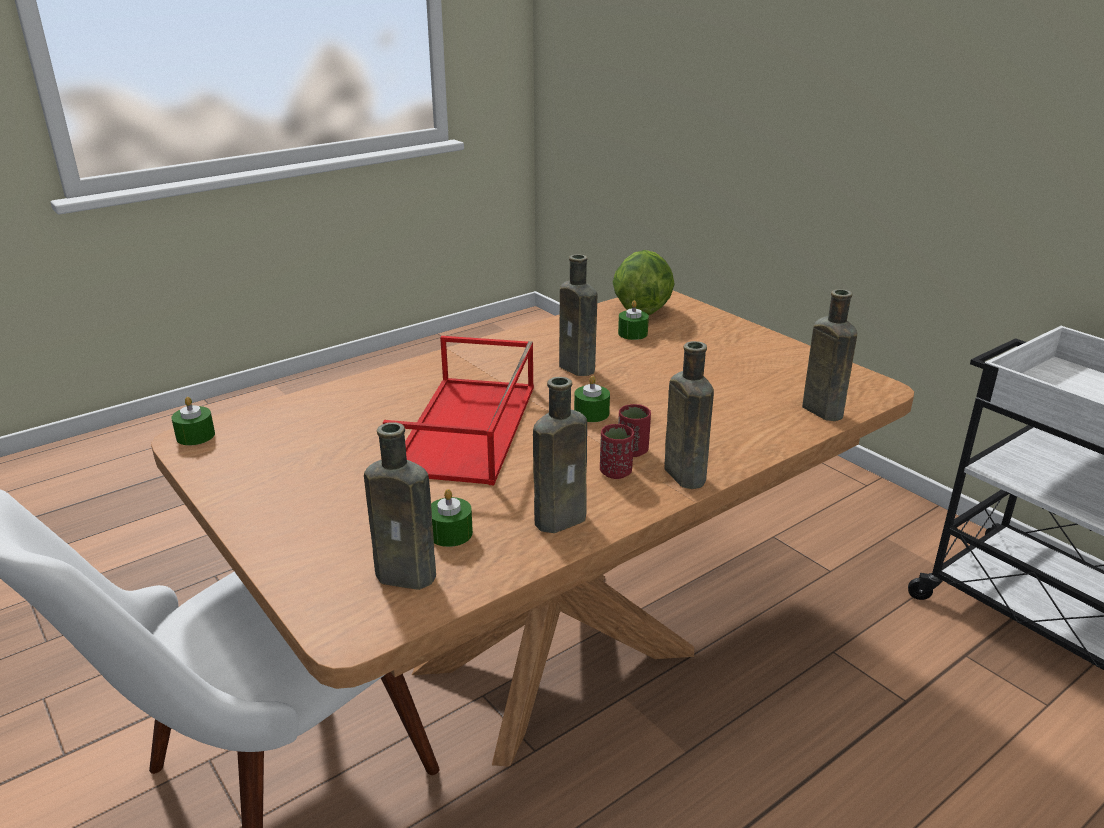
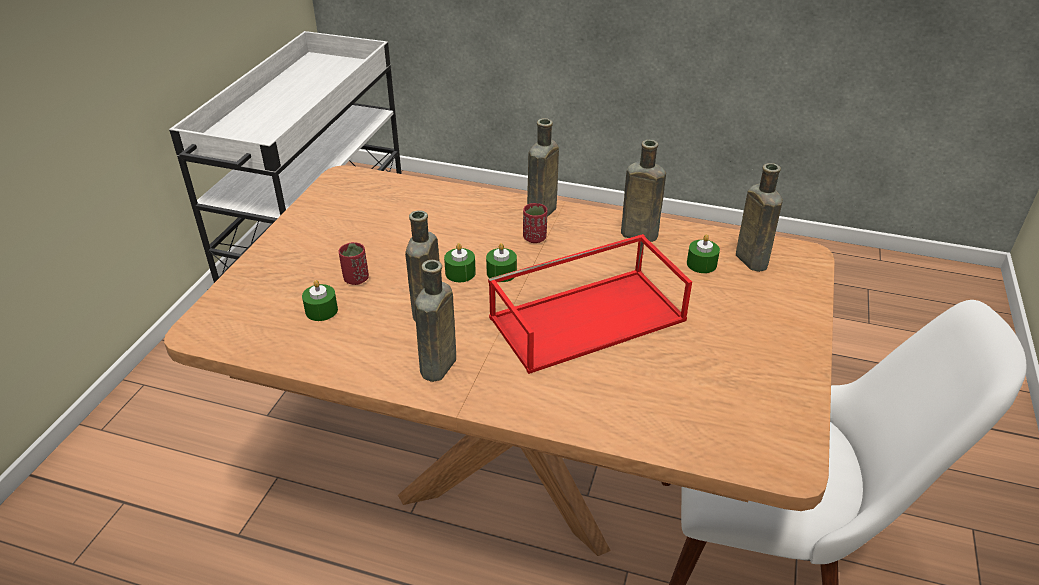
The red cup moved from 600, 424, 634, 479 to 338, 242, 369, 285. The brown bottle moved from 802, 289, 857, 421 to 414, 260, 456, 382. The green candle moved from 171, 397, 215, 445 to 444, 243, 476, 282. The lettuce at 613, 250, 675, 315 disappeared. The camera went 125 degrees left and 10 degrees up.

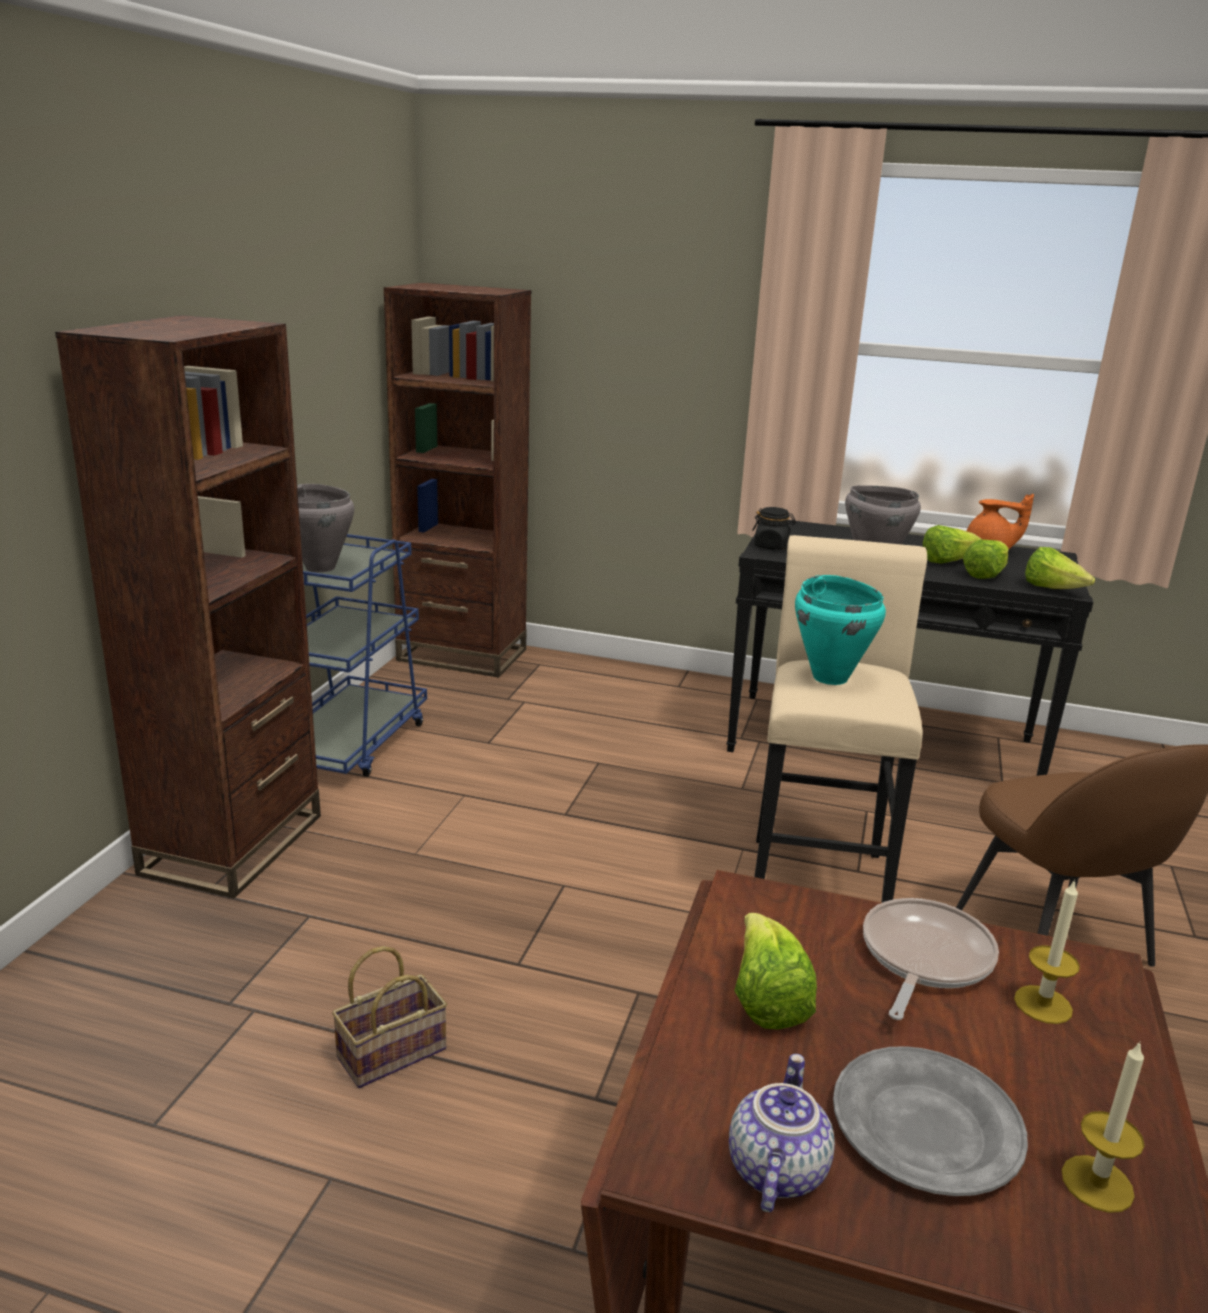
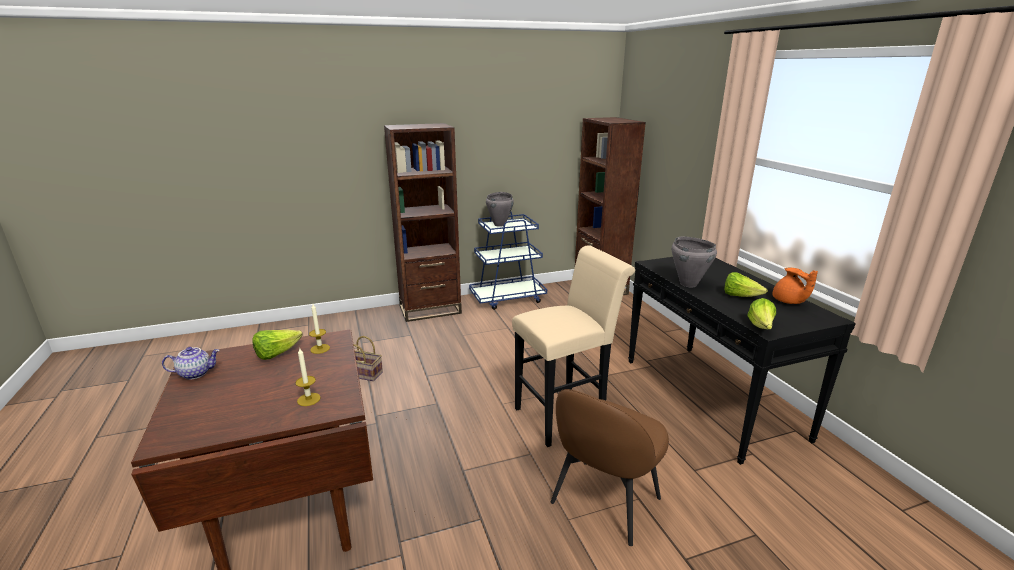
The candle moved from 1062, 1041, 1145, 1213 to 309, 304, 330, 354. The black jar at 752, 507, 796, 550 disappeared. The turquoise cooking pot at 795, 575, 886, 685 disappeared. The grey plate at 833, 1046, 1028, 1196 disappeared. The frying pan at 863, 898, 999, 1020 disappeared. The lettuce at 963, 540, 1009, 579 disappeared. The camera went 55 degrees right and 0 degrees up.

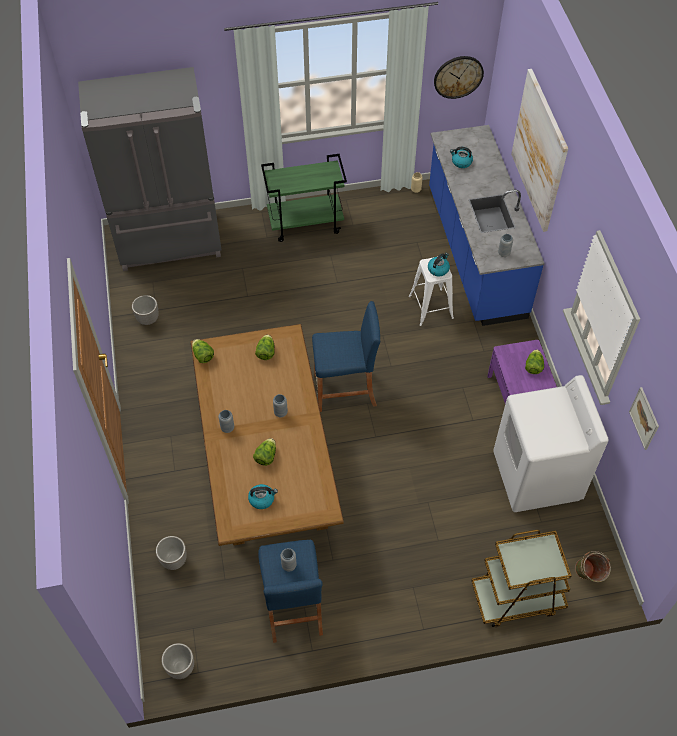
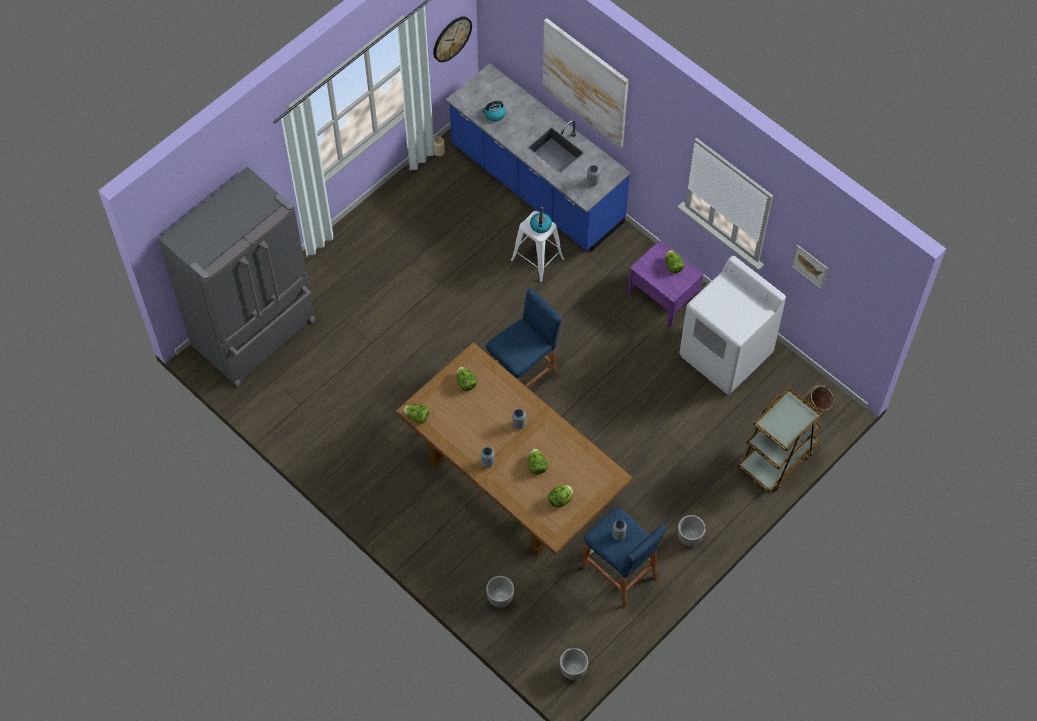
The kettle at 248, 484, 278, 509 was replaced by the lettuce at 548, 485, 573, 507. The planter moved from 132, 295, 158, 325 to 678, 515, 706, 547. The green cart at 261, 154, 347, 242 disappeared. The camera went 35 degrees left and 5 degrees up.

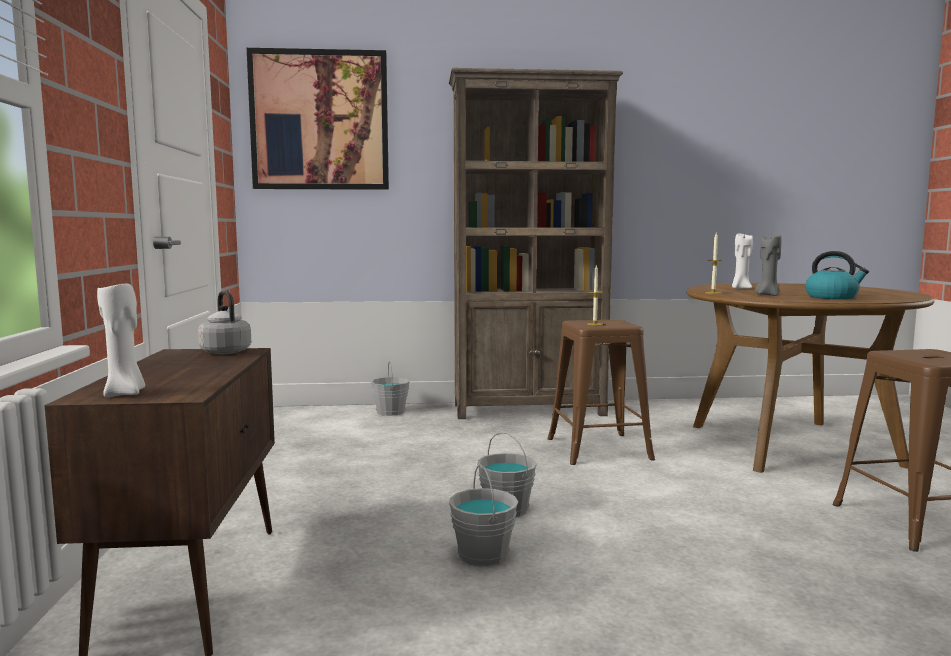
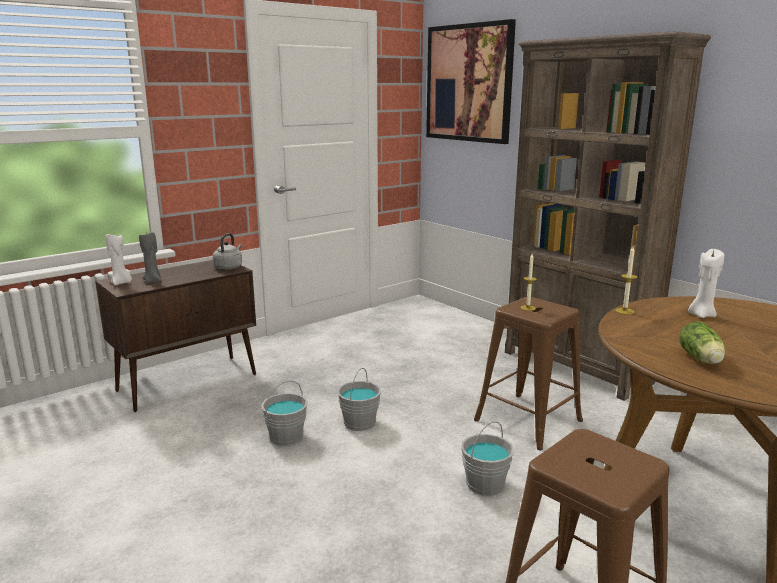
The grey candle moved from 755, 234, 782, 296 to 139, 230, 162, 284. The grey bucket moved from 371, 361, 410, 416 to 461, 421, 514, 496. The kettle at 805, 251, 869, 299 was replaced by the lettuce at 679, 321, 725, 364. The camera went 55 degrees right and 10 degrees up.

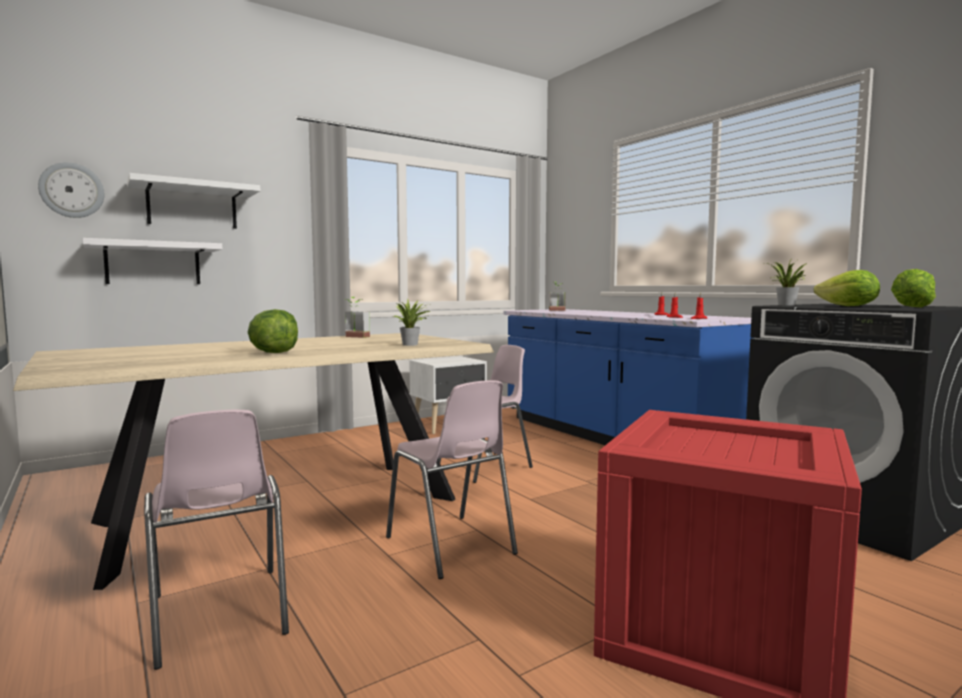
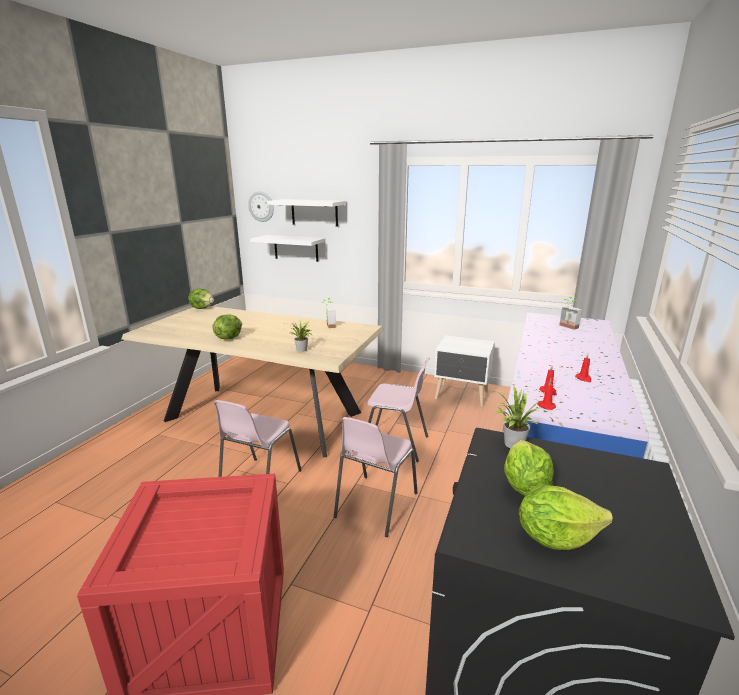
The lettuce at 188, 288, 214, 309 appeared. The pink chair moved from 144, 410, 289, 670 to 334, 417, 418, 537. The camera went 55 degrees right and 15 degrees up.

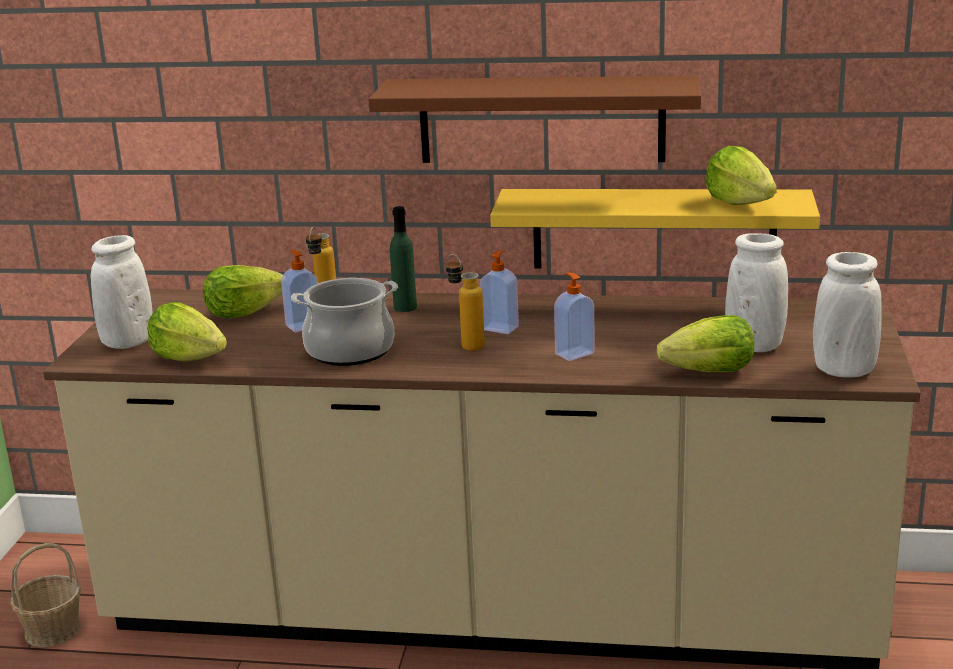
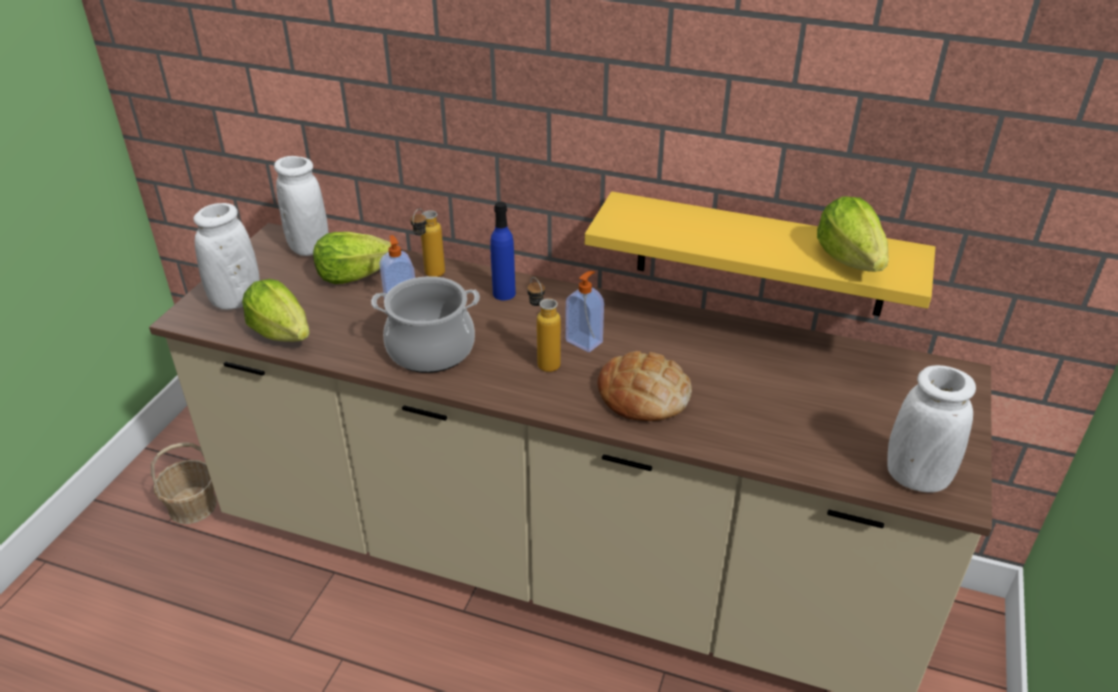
The white vase moved from 725, 233, 788, 352 to 274, 156, 328, 256. The green bottle at 390, 206, 417, 312 became the blue bottle at 490, 202, 516, 300. The soap dispenser at 554, 272, 595, 361 was replaced by the bread at 598, 351, 692, 421. The brown shelf at 368, 76, 701, 163 disappeared. The lettuce at 657, 315, 755, 372 disappeared. The camera went 10 degrees right and 15 degrees up.

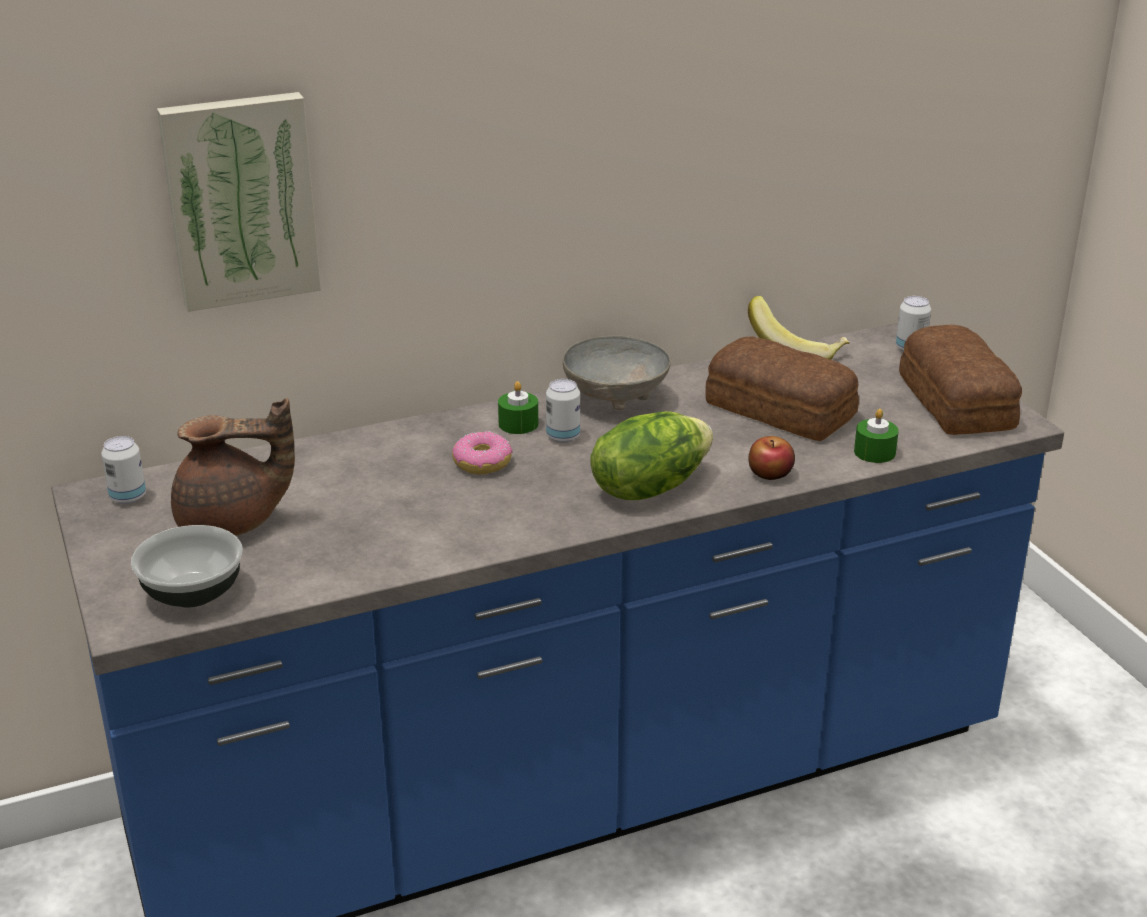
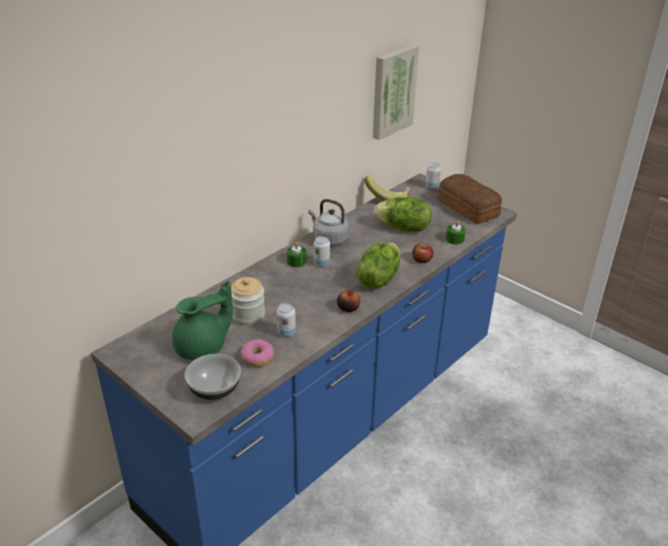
The brown teapot at 171, 398, 295, 536 became the green teapot at 172, 281, 233, 360. The jar at 231, 277, 265, 325 appeared. The donut moved from 452, 431, 513, 474 to 241, 339, 274, 367. The can moved from 101, 436, 146, 504 to 276, 303, 296, 337. The grey bowl at 563, 336, 671, 410 was replaced by the grey kettle at 308, 199, 349, 246. The apple at 337, 290, 360, 312 appeared. The picture moved from 157, 92, 321, 312 to 373, 44, 419, 140. The bread at 705, 336, 859, 441 was replaced by the lettuce at 374, 197, 431, 231. The camera went 25 degrees left and 5 degrees up.

